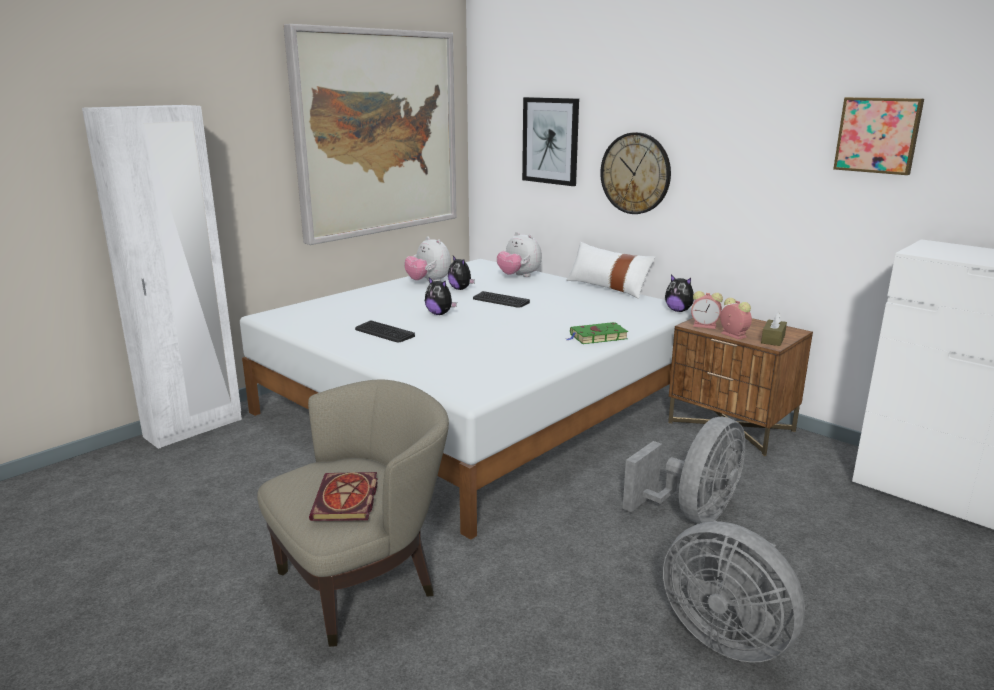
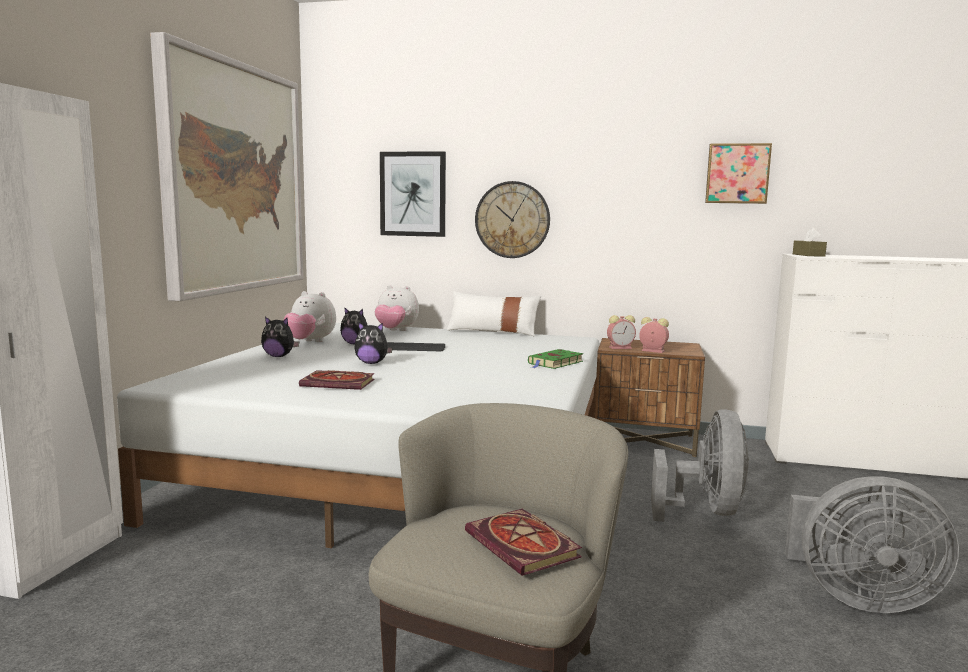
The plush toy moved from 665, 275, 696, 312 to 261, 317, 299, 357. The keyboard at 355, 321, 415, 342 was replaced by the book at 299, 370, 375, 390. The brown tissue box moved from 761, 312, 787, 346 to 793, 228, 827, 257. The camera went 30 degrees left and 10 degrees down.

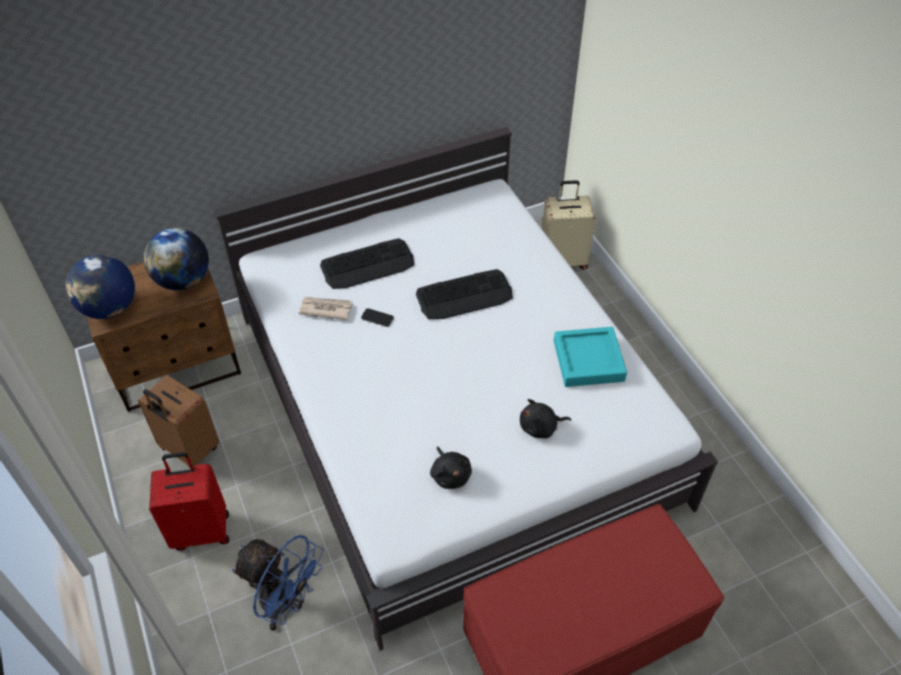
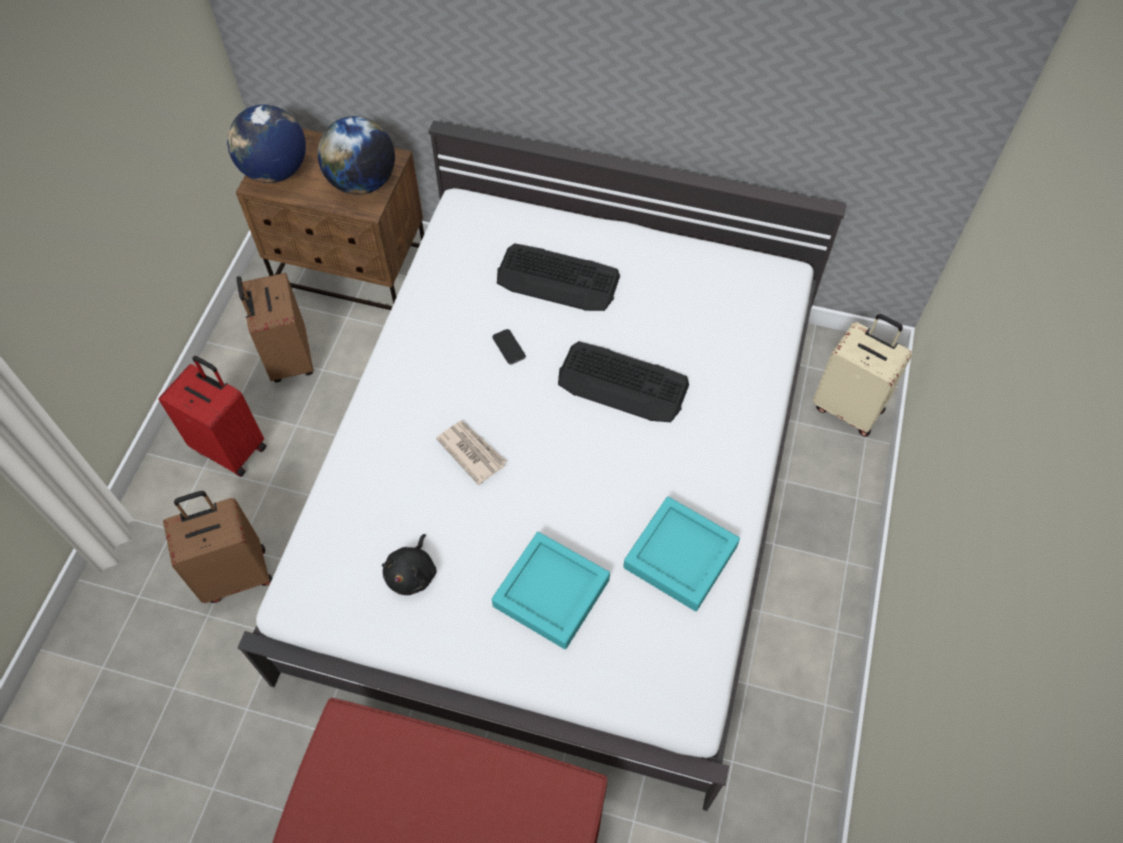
The blue fan at 232, 535, 324, 631 was replaced by the brown suitcase at 163, 491, 272, 603. The newspaper moved from 299, 297, 353, 320 to 436, 421, 507, 485. The black plush toy at 520, 399, 571, 438 was replaced by the turquoise tray at 492, 532, 610, 649. The camera went 40 degrees right and 10 degrees up.

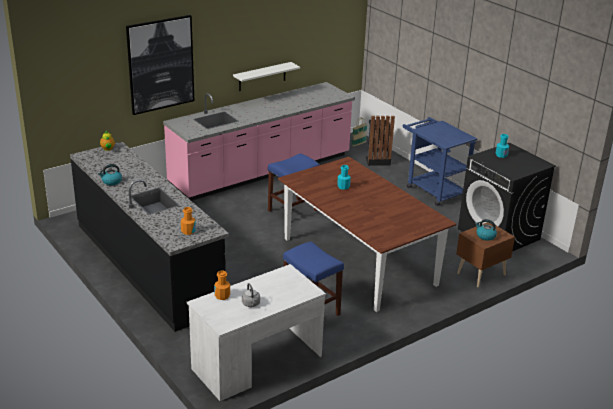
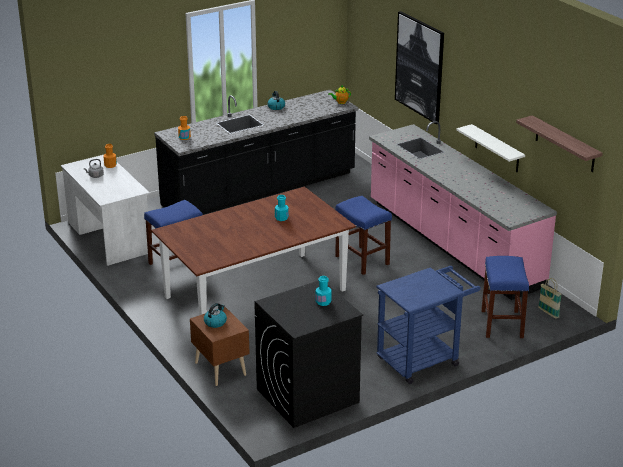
The black trash can at 366, 116, 395, 166 was replaced by the blue stool at 481, 256, 529, 338. The shelf at 516, 115, 602, 172 appeared. The camera went 95 degrees right and 0 degrees up.

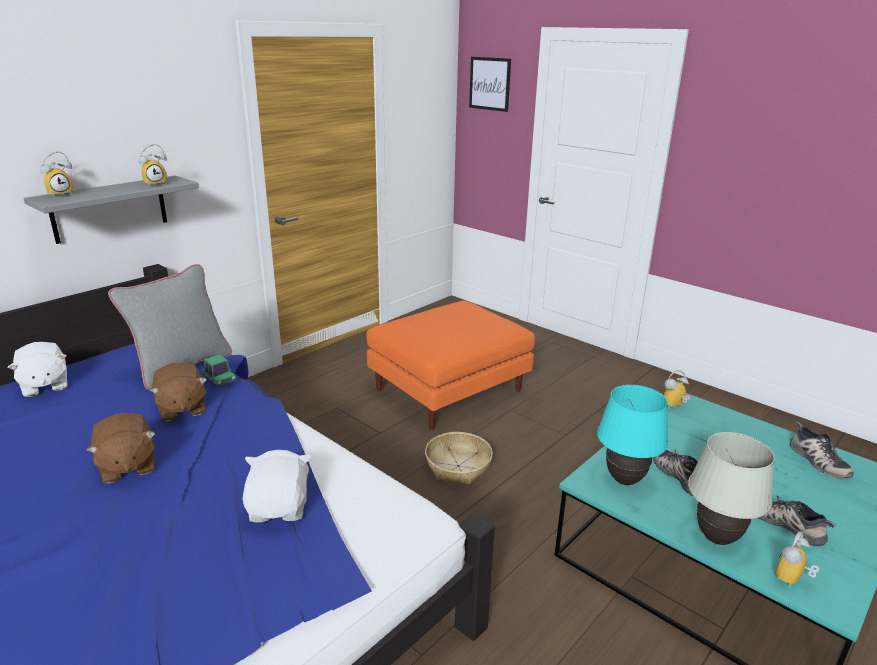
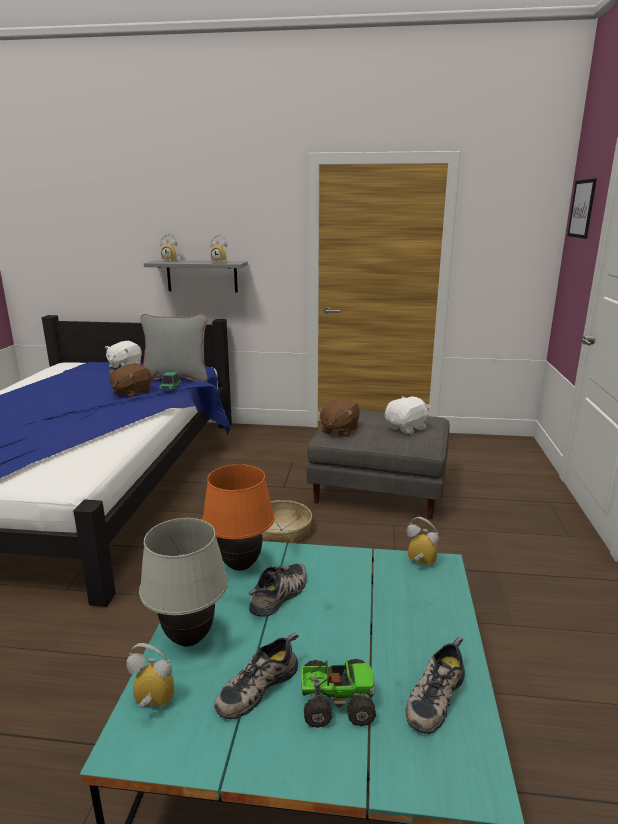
The turquoise table lamp at 597, 385, 668, 485 became the orange table lamp at 202, 464, 274, 571. The shoe at 758, 496, 836, 546 turned 150 degrees counterclockwise. The toy truck at 301, 659, 376, 728 appeared. The orange ottoman at 367, 300, 535, 430 became the grey ottoman at 307, 410, 450, 520. The brown plush toy moved from 87, 413, 156, 484 to 318, 398, 360, 437. The white plush toy moved from 243, 450, 311, 522 to 385, 396, 431, 435. The camera went 55 degrees right and 5 degrees down.

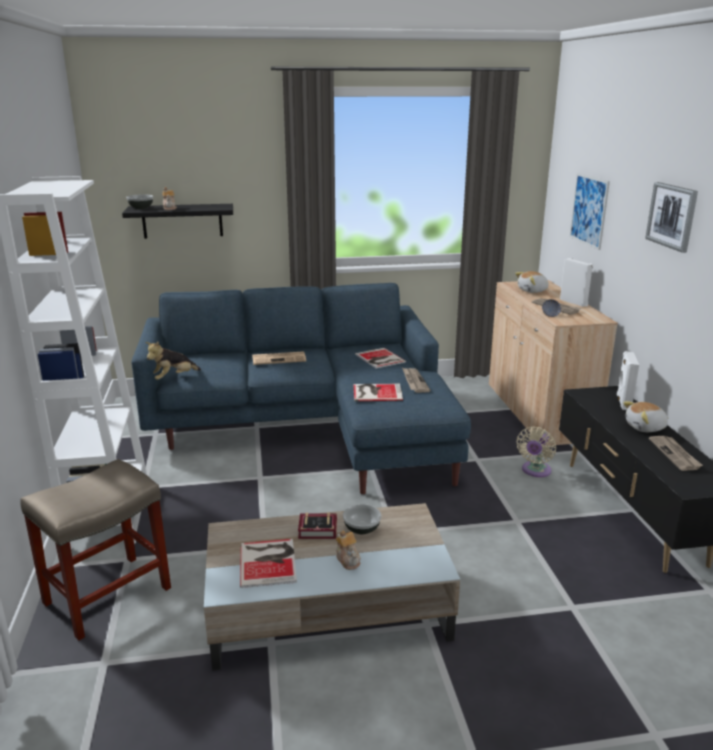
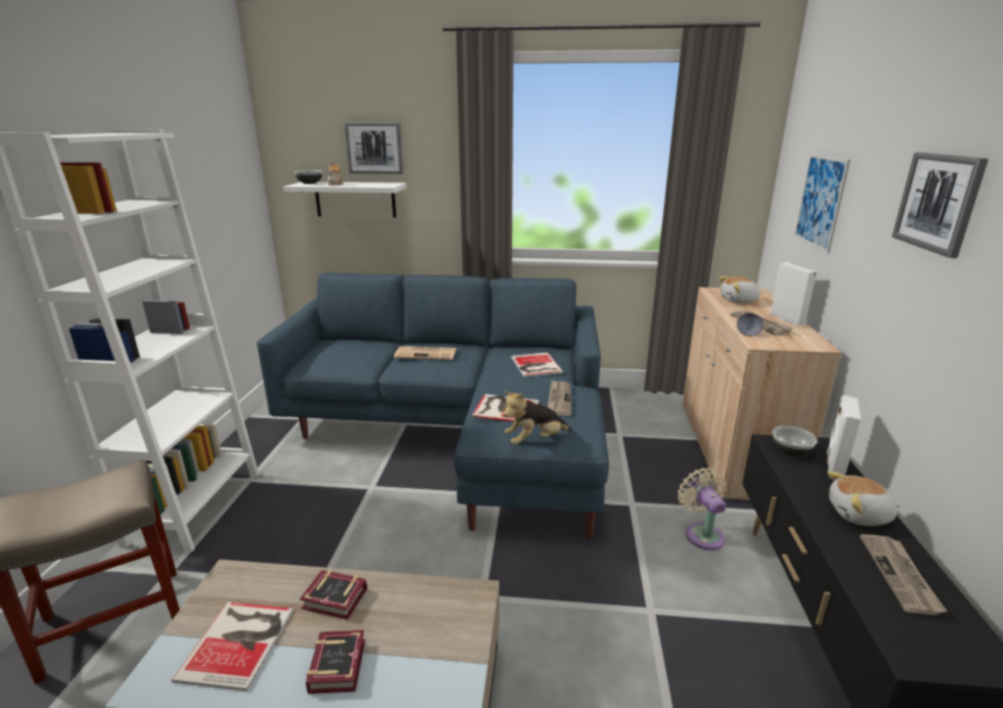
The black shelf at 122, 204, 233, 239 became the white shelf at 283, 182, 407, 218. The teapot at 336, 530, 361, 570 was replaced by the book at 306, 630, 365, 694. The picture at 344, 122, 403, 174 appeared. The plush toy moved from 145, 342, 201, 380 to 504, 391, 572, 445. The beige fan at 517, 427, 556, 477 turned 120 degrees clockwise. The bowl moved from 343, 504, 381, 534 to 772, 426, 818, 456. The camera went 15 degrees right and 0 degrees up.

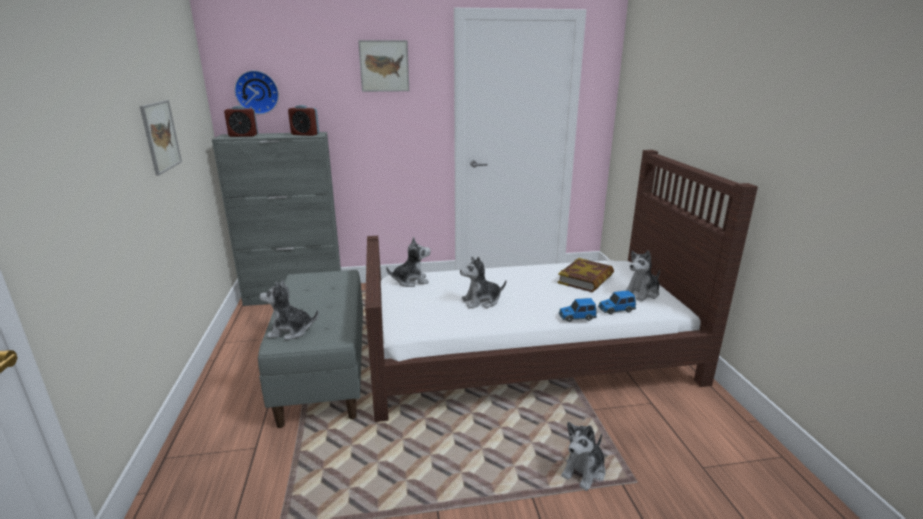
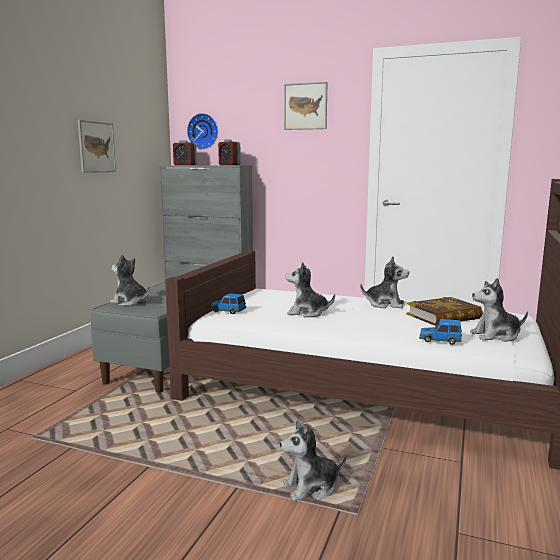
The toy car moved from 558, 298, 597, 322 to 210, 293, 246, 314. The plush toy moved from 386, 237, 431, 287 to 360, 256, 409, 309. The camera went 30 degrees right and 10 degrees down.

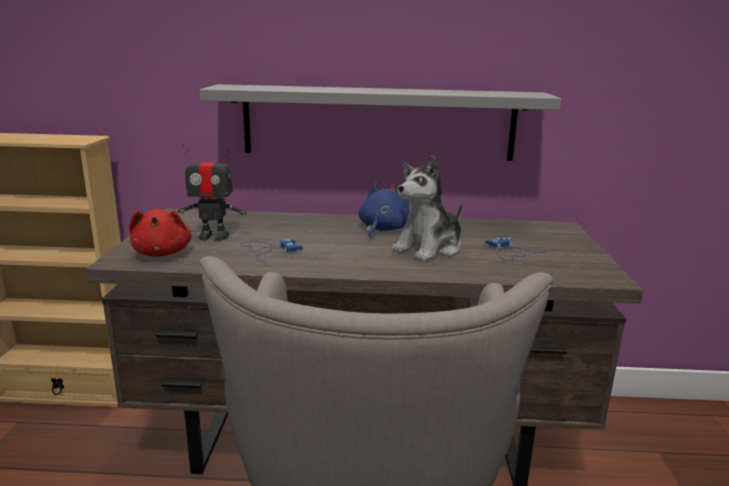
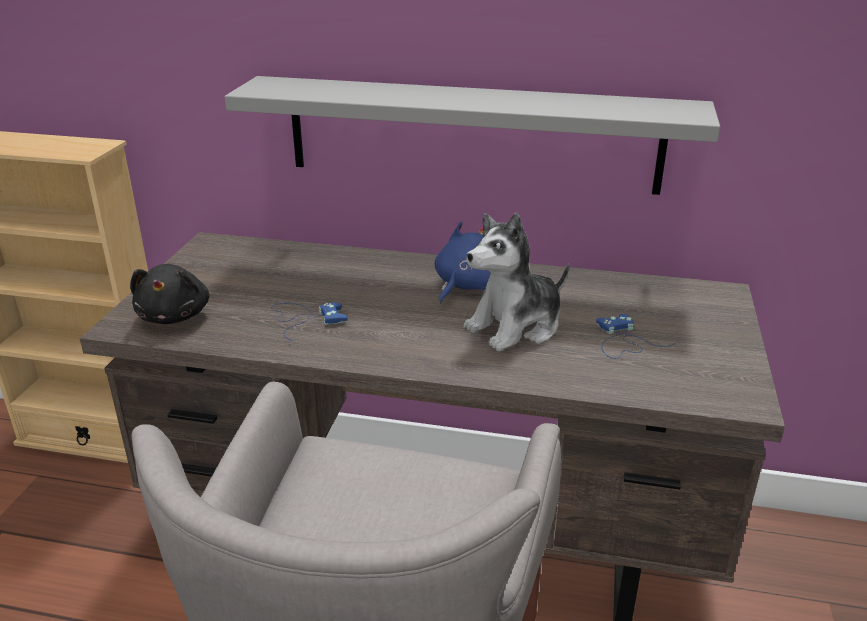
The red plush toy at 129, 209, 192, 257 became the black plush toy at 130, 264, 210, 324. The toy robot at 178, 144, 247, 241 disappeared. The camera went 10 degrees right and 10 degrees up.

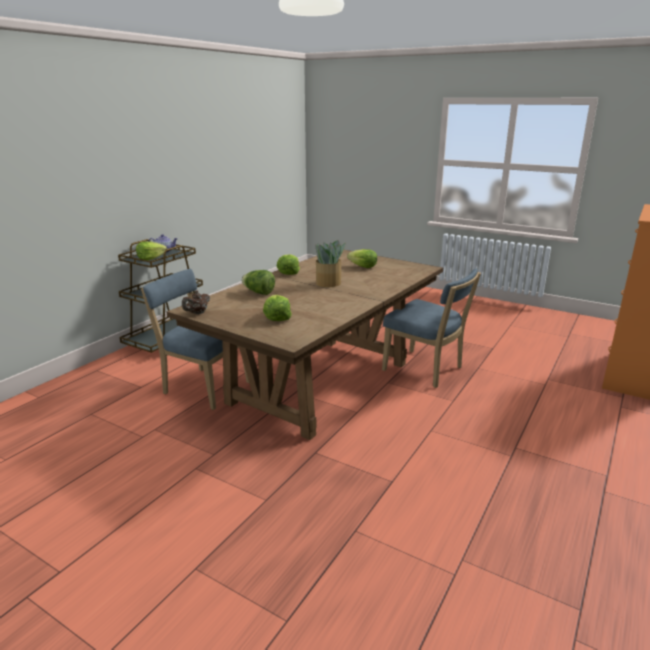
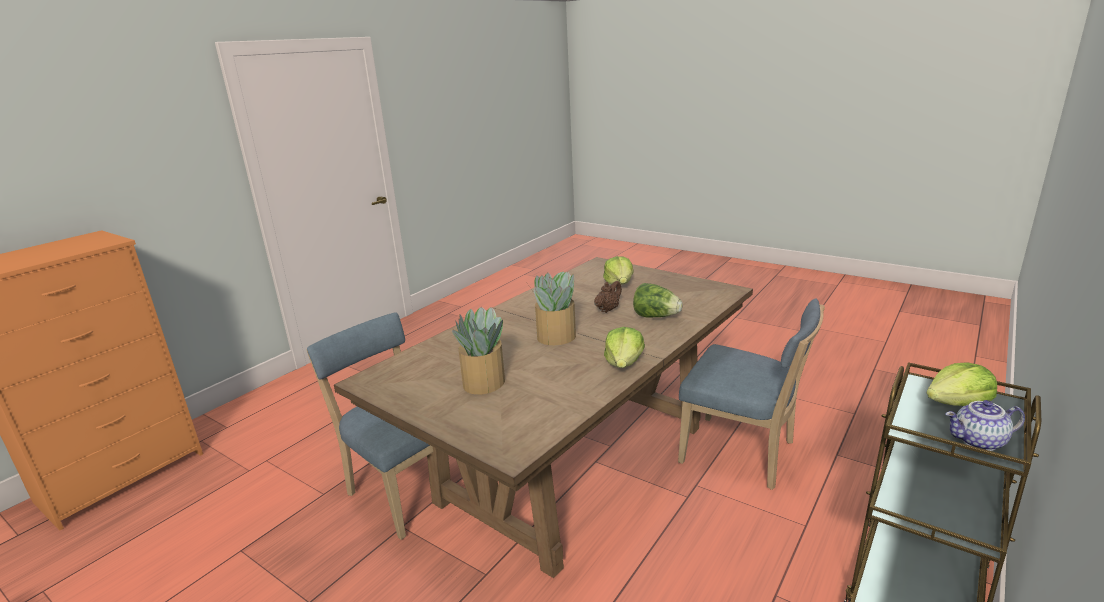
The lettuce at 347, 249, 377, 268 was replaced by the potted plant at 452, 307, 505, 394. The brown teapot moved from 182, 290, 210, 314 to 594, 281, 622, 313. The camera went 175 degrees left and 0 degrees up.

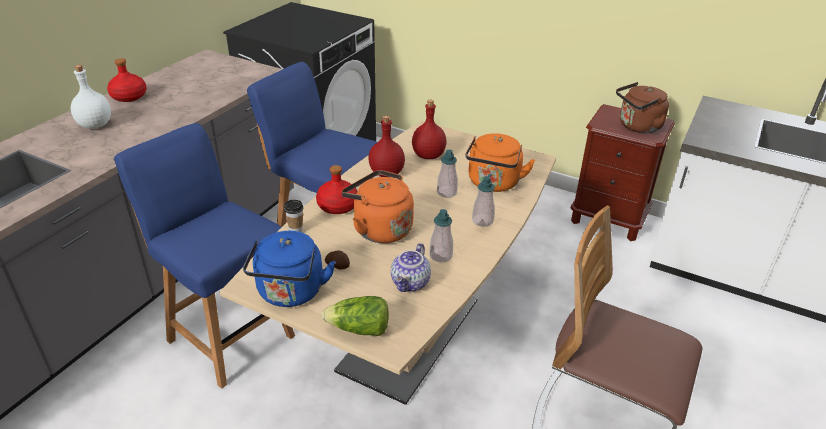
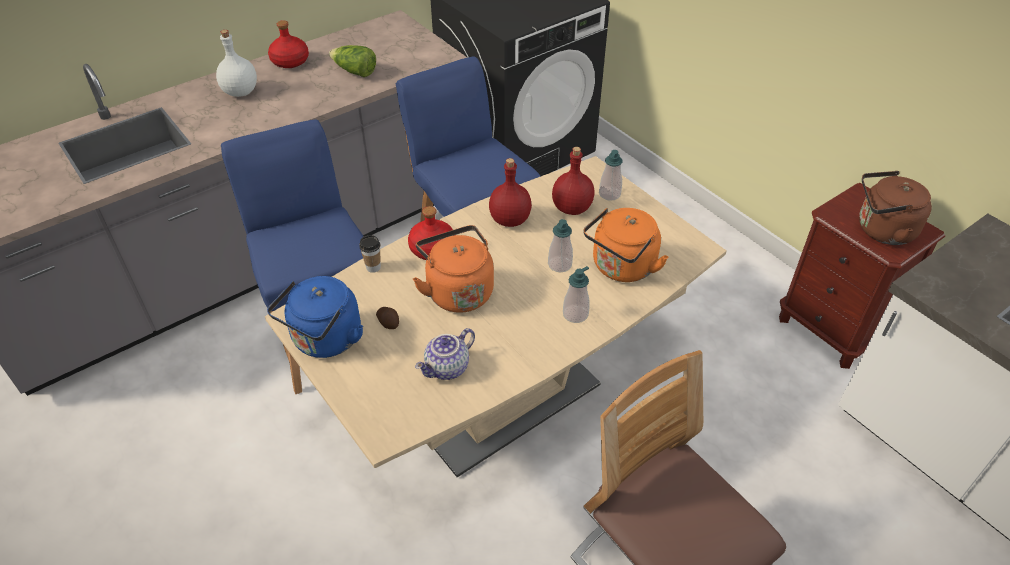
The lettuce moved from 321, 296, 389, 336 to 329, 45, 376, 77. The soap dispenser moved from 429, 209, 453, 262 to 599, 150, 623, 201. The camera went 25 degrees right and 10 degrees up.

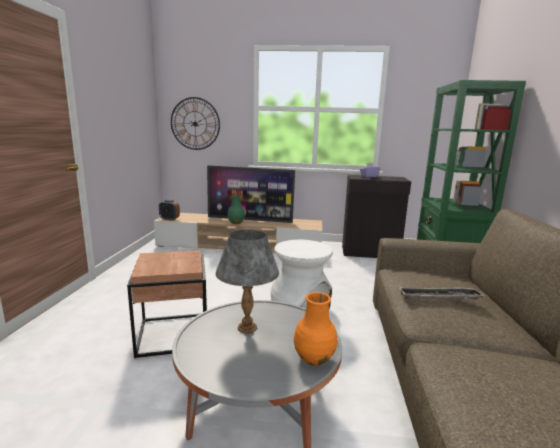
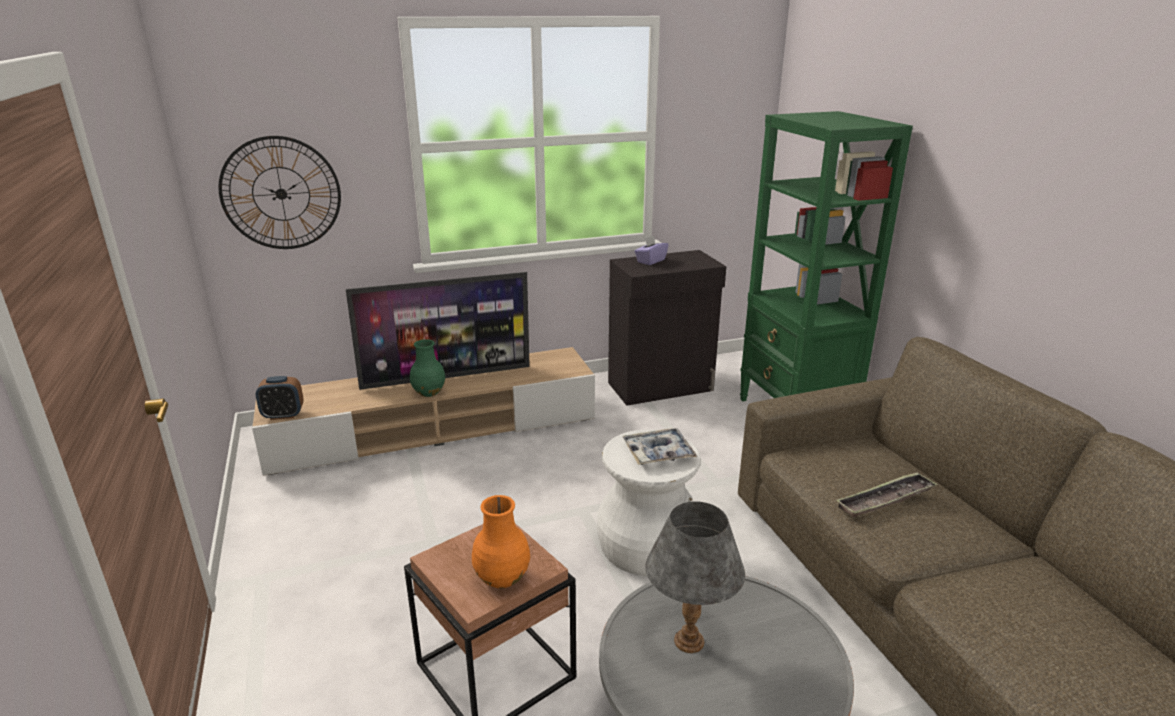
The orange vase moved from 294, 292, 337, 365 to 472, 495, 530, 589. The tray at 622, 428, 697, 465 appeared. The camera went 25 degrees left and 10 degrees up.

